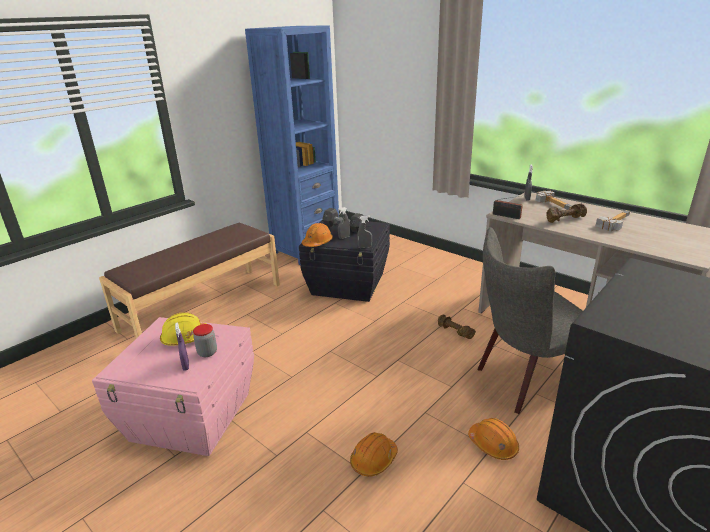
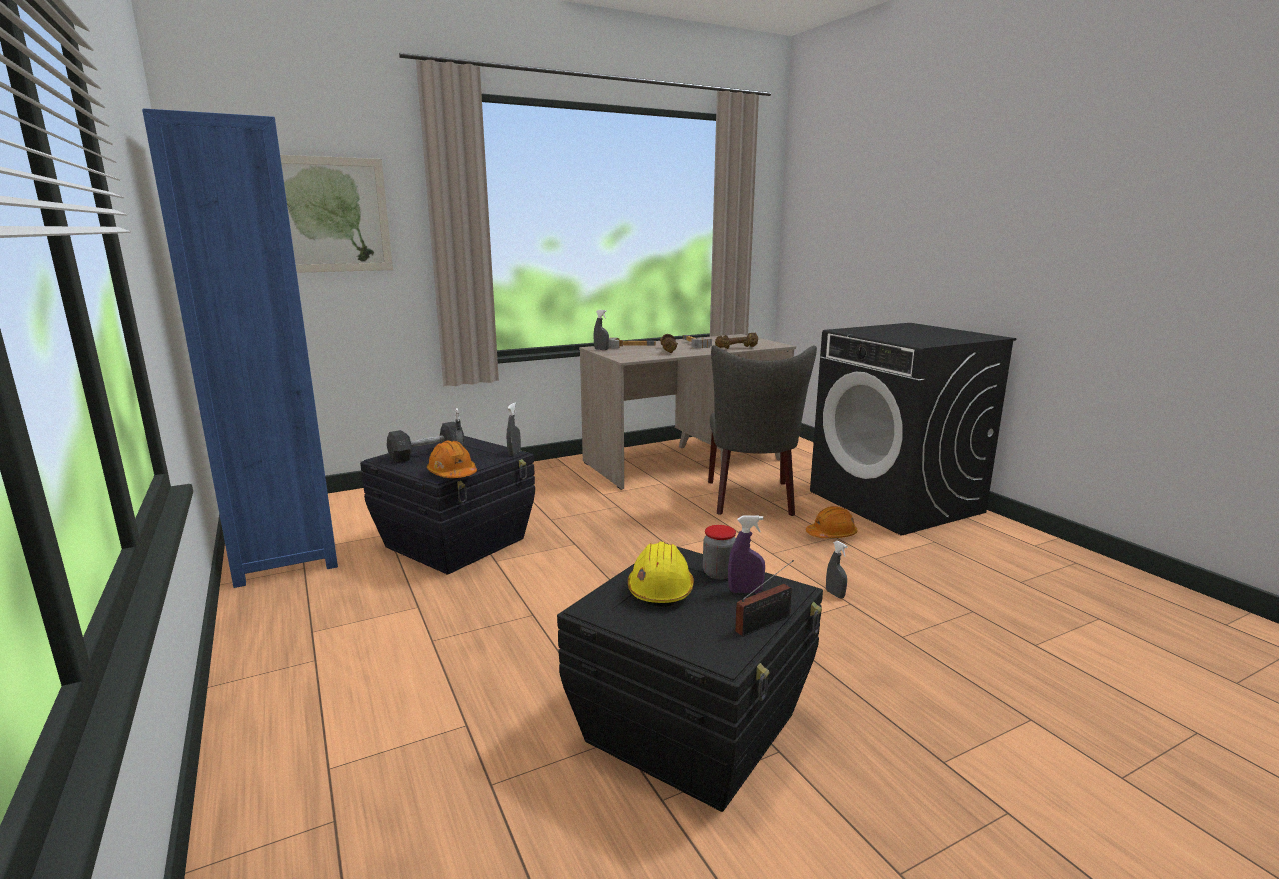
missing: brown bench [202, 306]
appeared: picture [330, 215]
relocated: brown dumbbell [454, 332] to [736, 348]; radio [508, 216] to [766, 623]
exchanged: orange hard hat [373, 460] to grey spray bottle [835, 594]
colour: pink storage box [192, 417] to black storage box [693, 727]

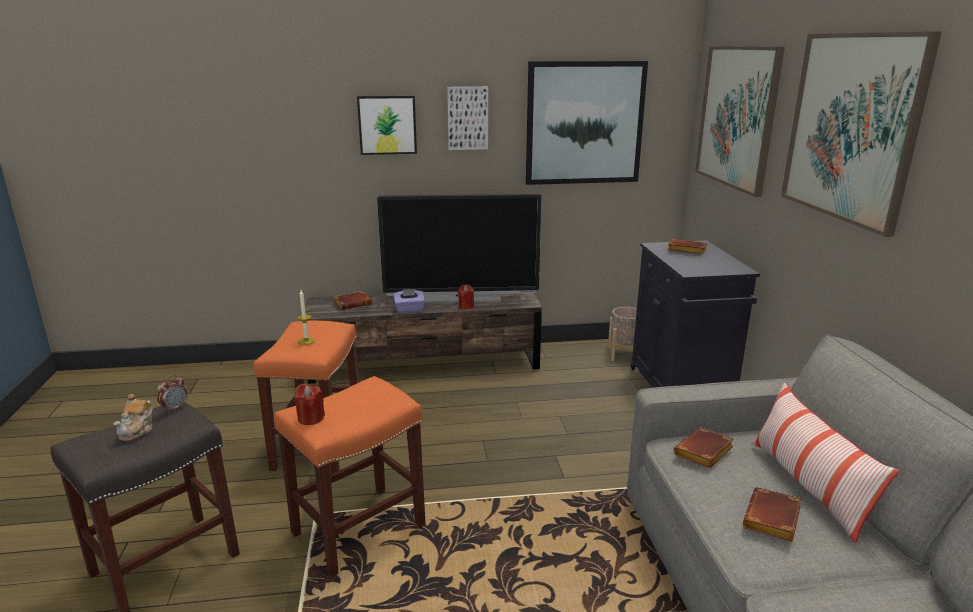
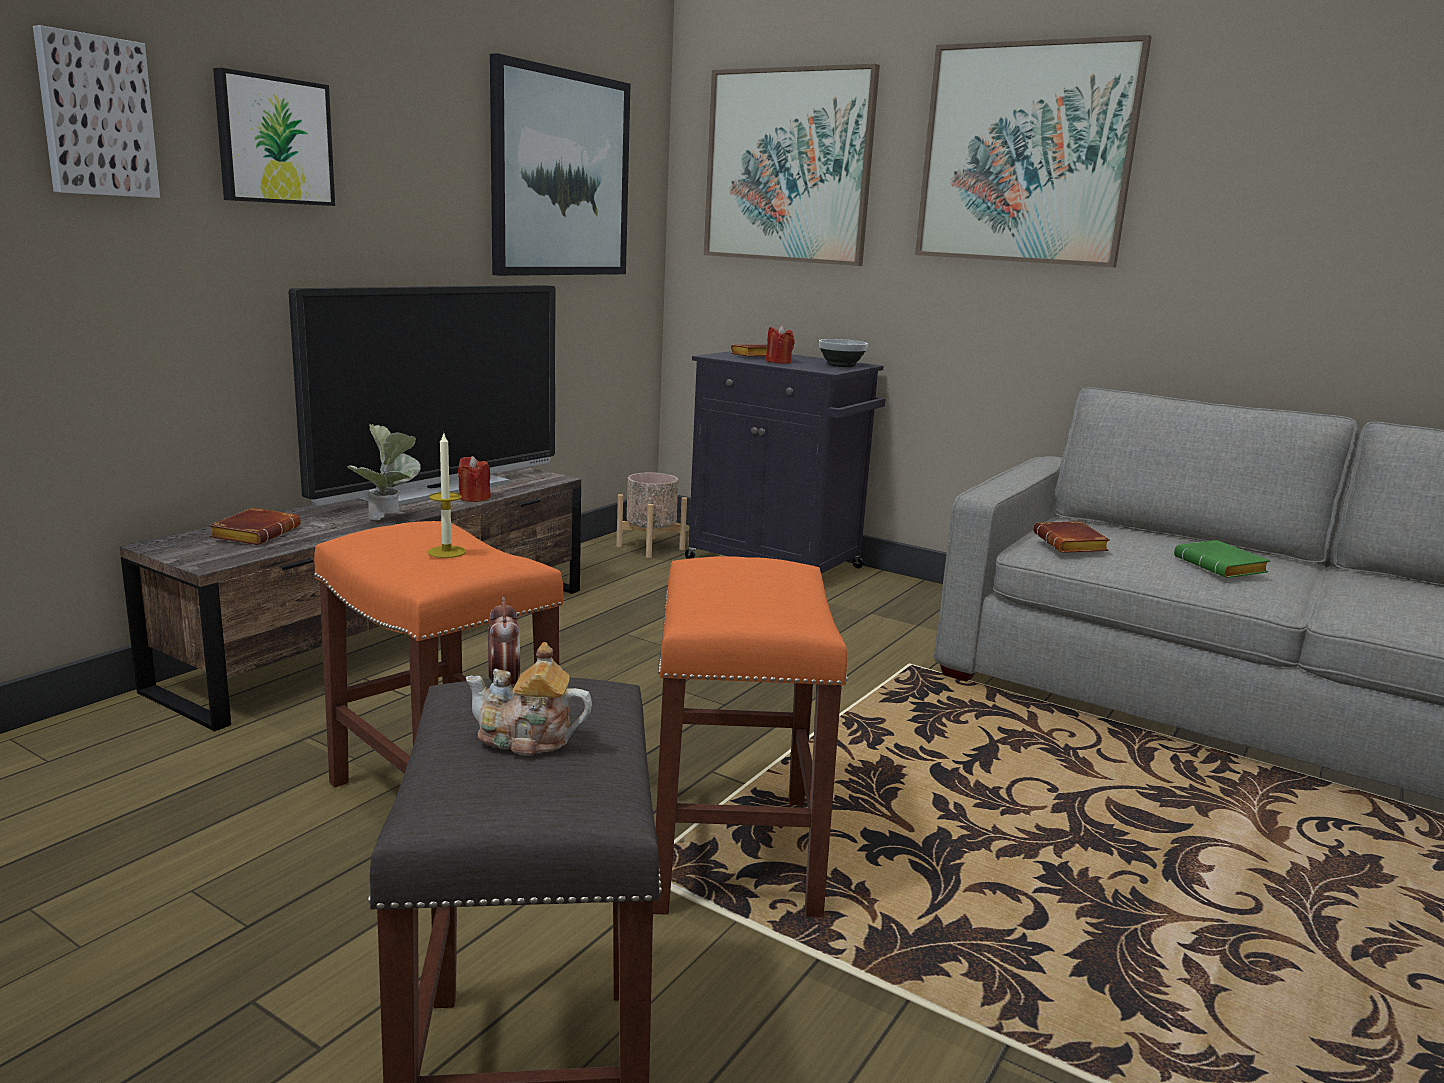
missing: pillow [808, 486]
appeared: bowl [841, 365]
relocated: red candle [310, 418] to [778, 362]; picture [467, 118] to [95, 116]
exchanged: purple tissue box [409, 310] to potted plant [390, 519]
colour: brown book [773, 520] to green book [1222, 567]
spun: teapot [138, 431] = [526, 739] 135 degrees clockwise

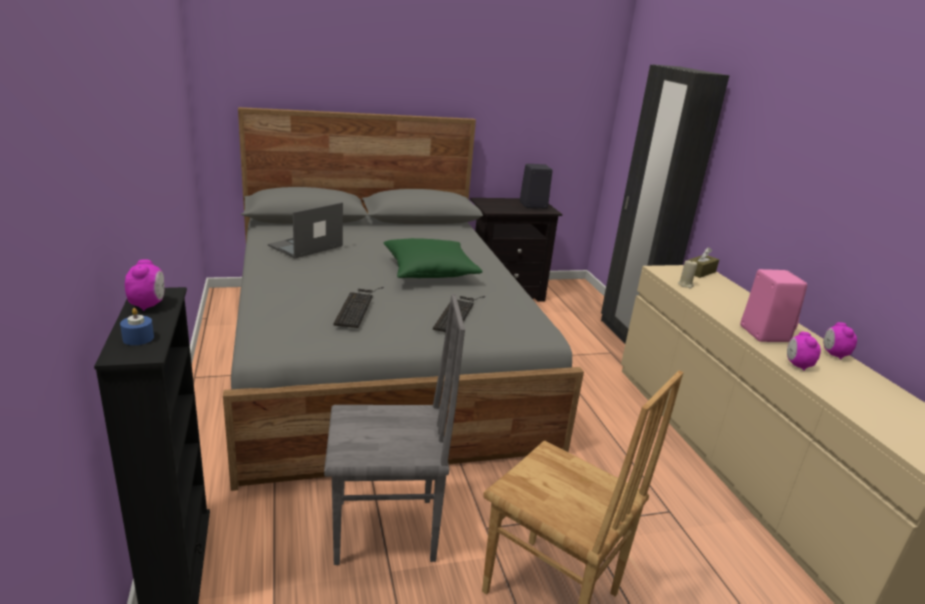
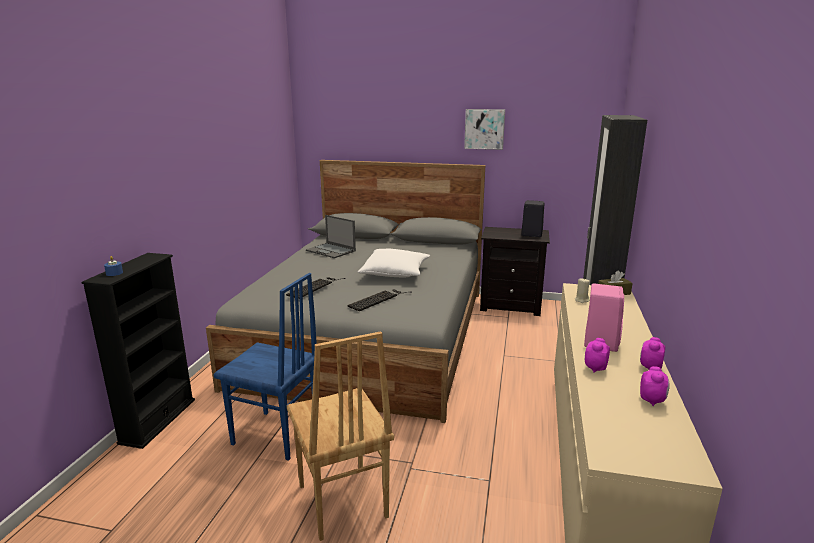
appeared: picture [484, 129]
relocated: alarm clock [148, 305] to [652, 400]
colour: grey chair [386, 532] to blue chair [276, 436]; green pillow [429, 271] to white pillow [395, 273]
spun: laptop [305, 246] = [331, 251] 120 degrees counterclockwise

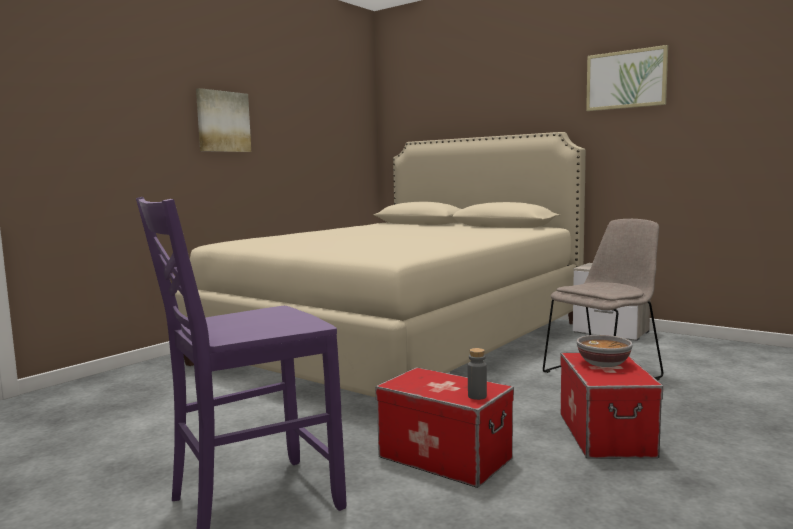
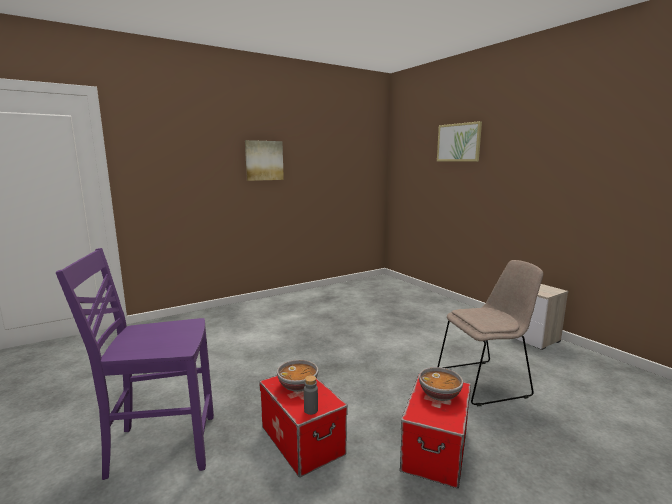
missing: beige bed [400, 342]
appeared: bowl [298, 386]
relocated: picture [626, 79] to [458, 142]

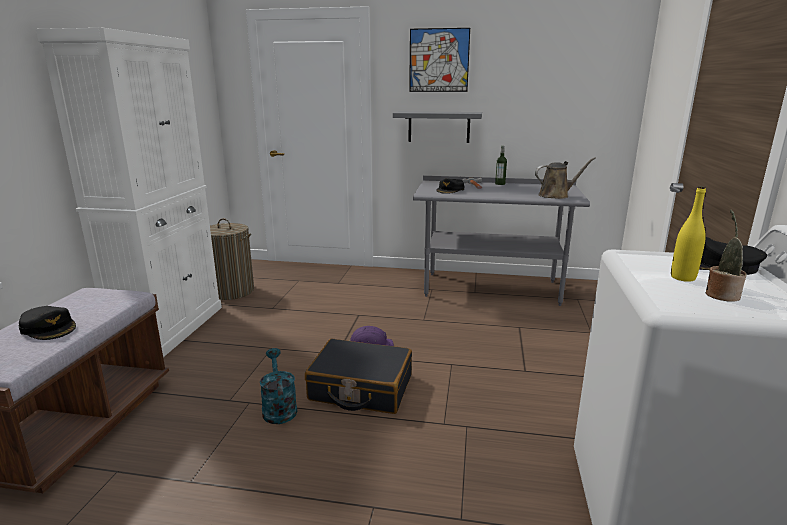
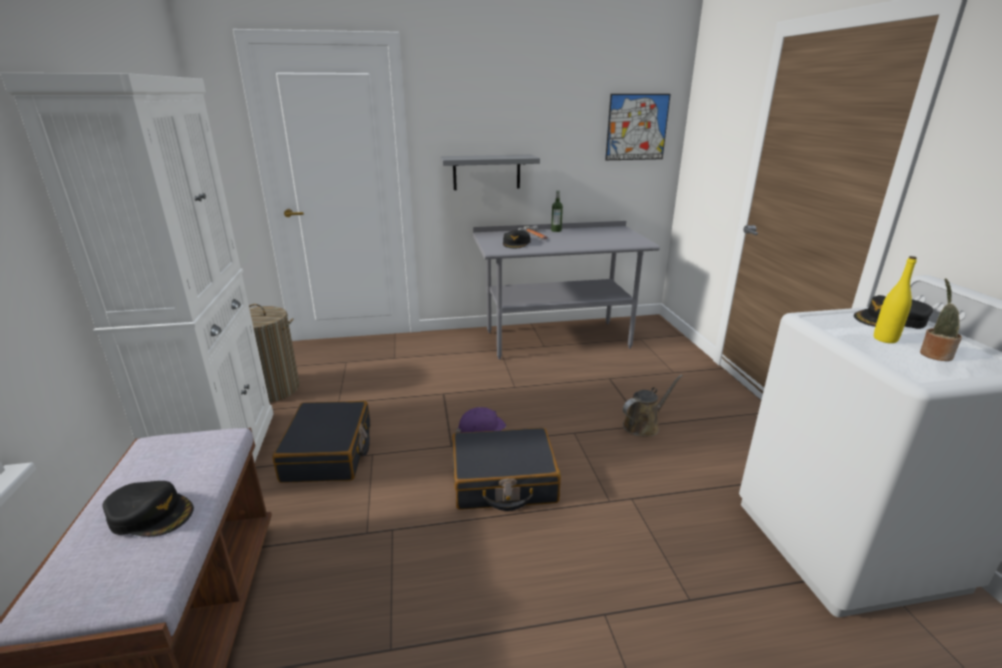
missing: turquoise watering can [278, 408]
appeared: black suitcase [329, 453]
relocated: picture [439, 60] to [637, 127]; brown watering can [556, 195] to [644, 425]

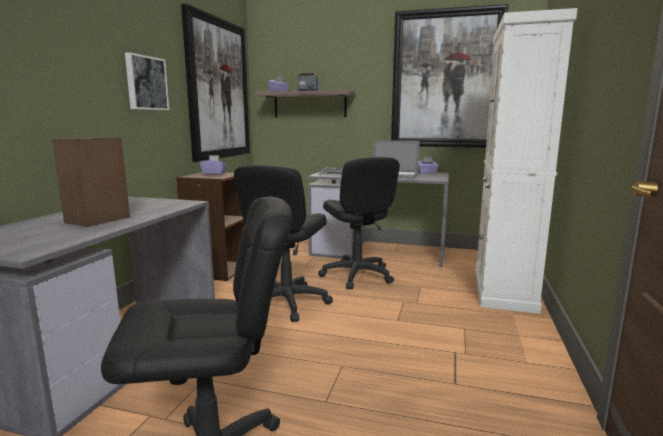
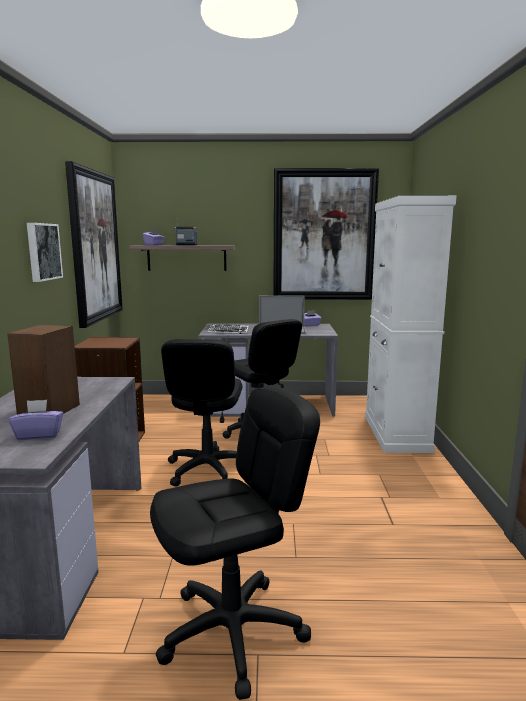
relocated: purple tissue box [214, 174] to [39, 434]

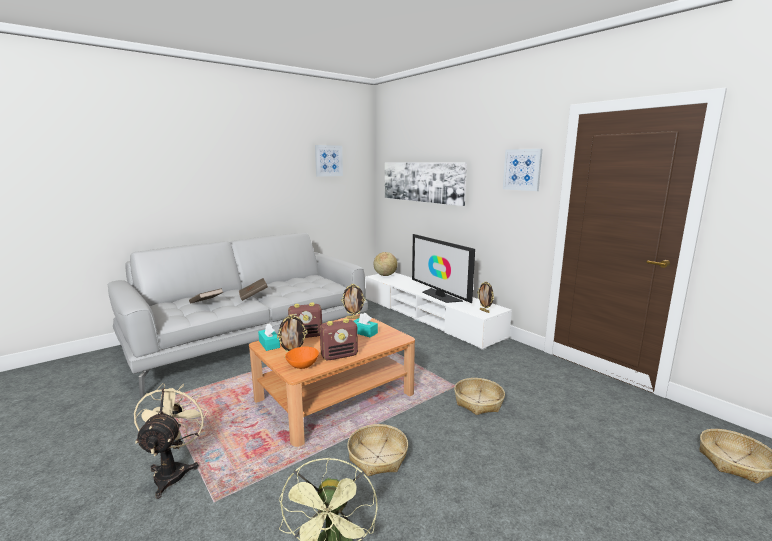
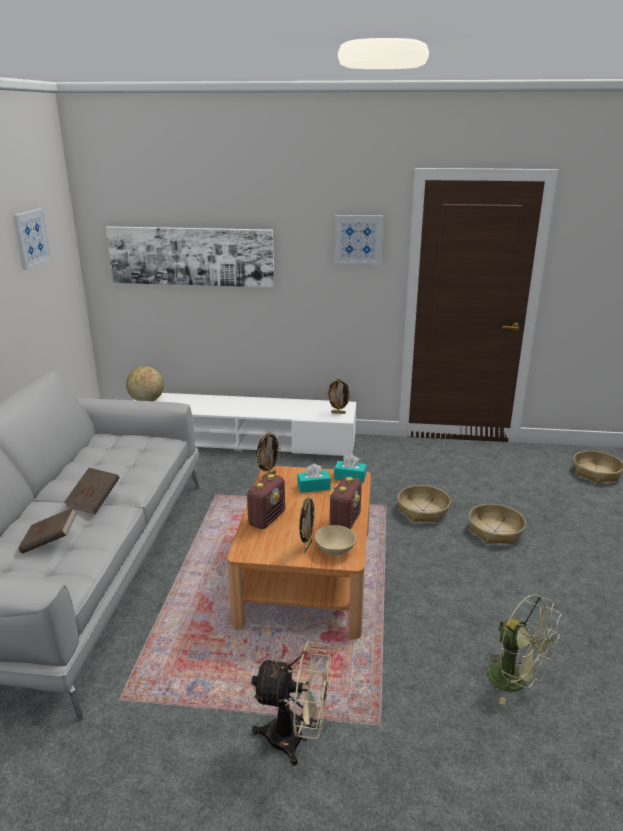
missing: television [440, 296]
relocated: turquoise tissue box [269, 344] to [350, 477]; basket [378, 457] to [495, 531]
colour: orange bowl [303, 365] to beige bowl [335, 549]
spun: beige fan [173, 471] = [295, 739] 150 degrees clockwise

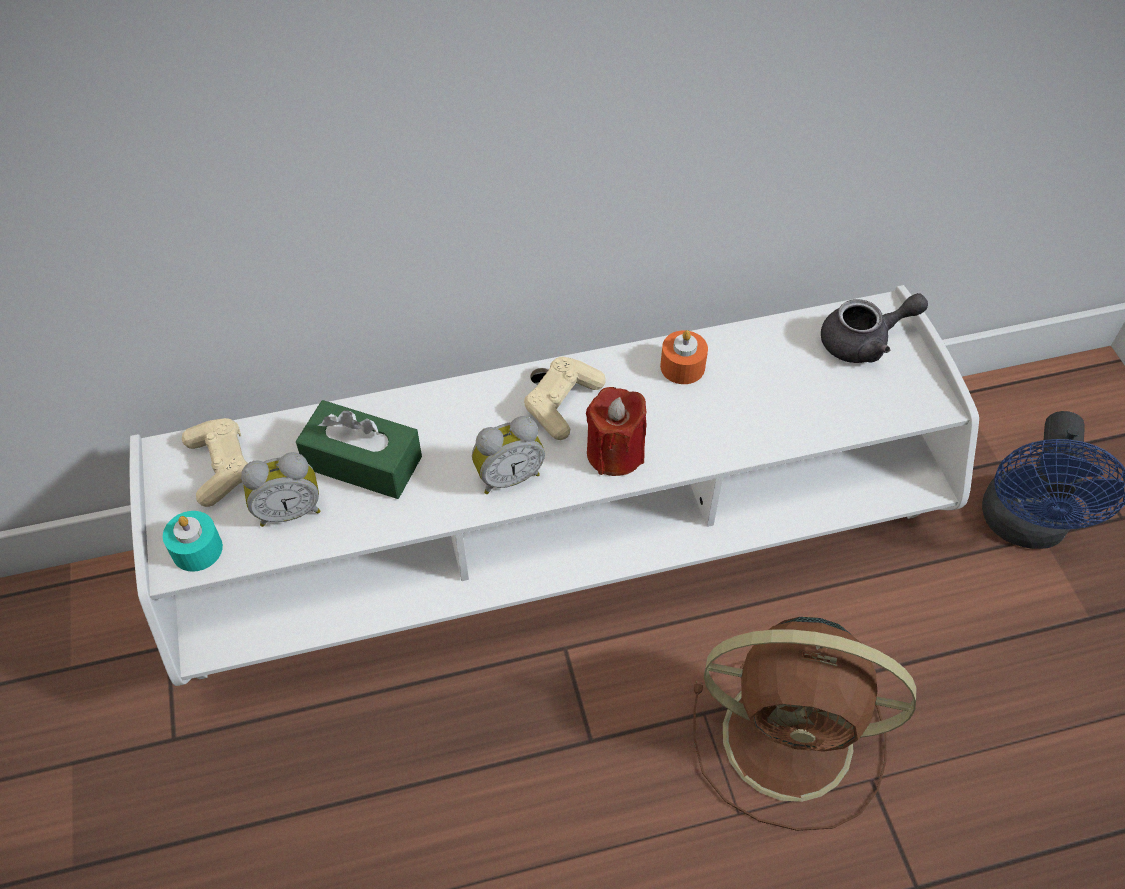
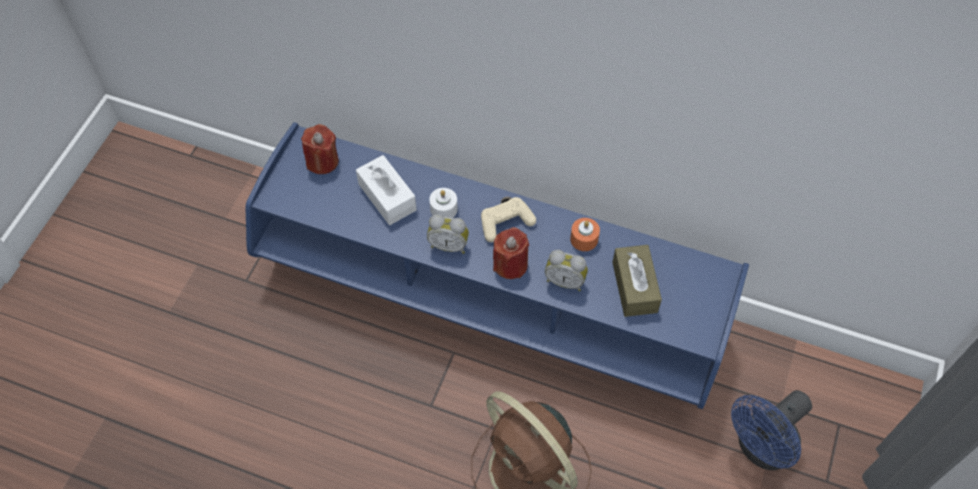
missing: turquoise candle [197, 549]; grey teapot [864, 342]
appeared: white candle [443, 209]; brown tissue box [634, 287]
relocated: alarm clock [289, 510] to [565, 280]
exchanged: beige game controller [220, 467] to red candle [322, 161]
colour: white tv stand [563, 556] to blue tv stand [490, 305]; green tissue box [363, 462] to white tissue box [387, 197]

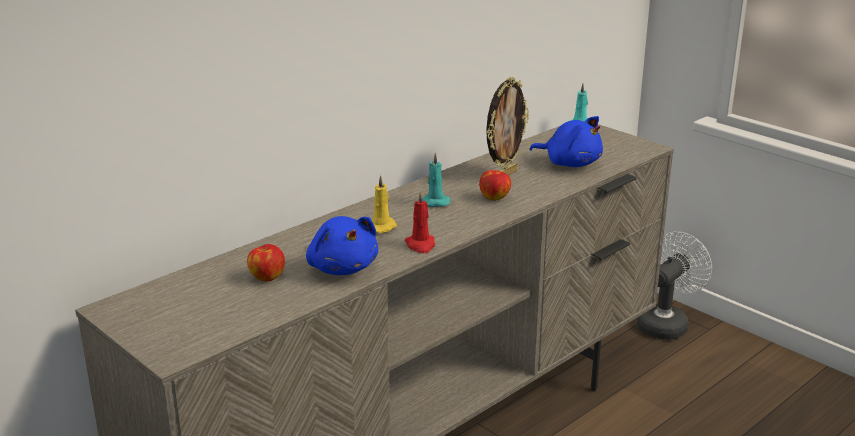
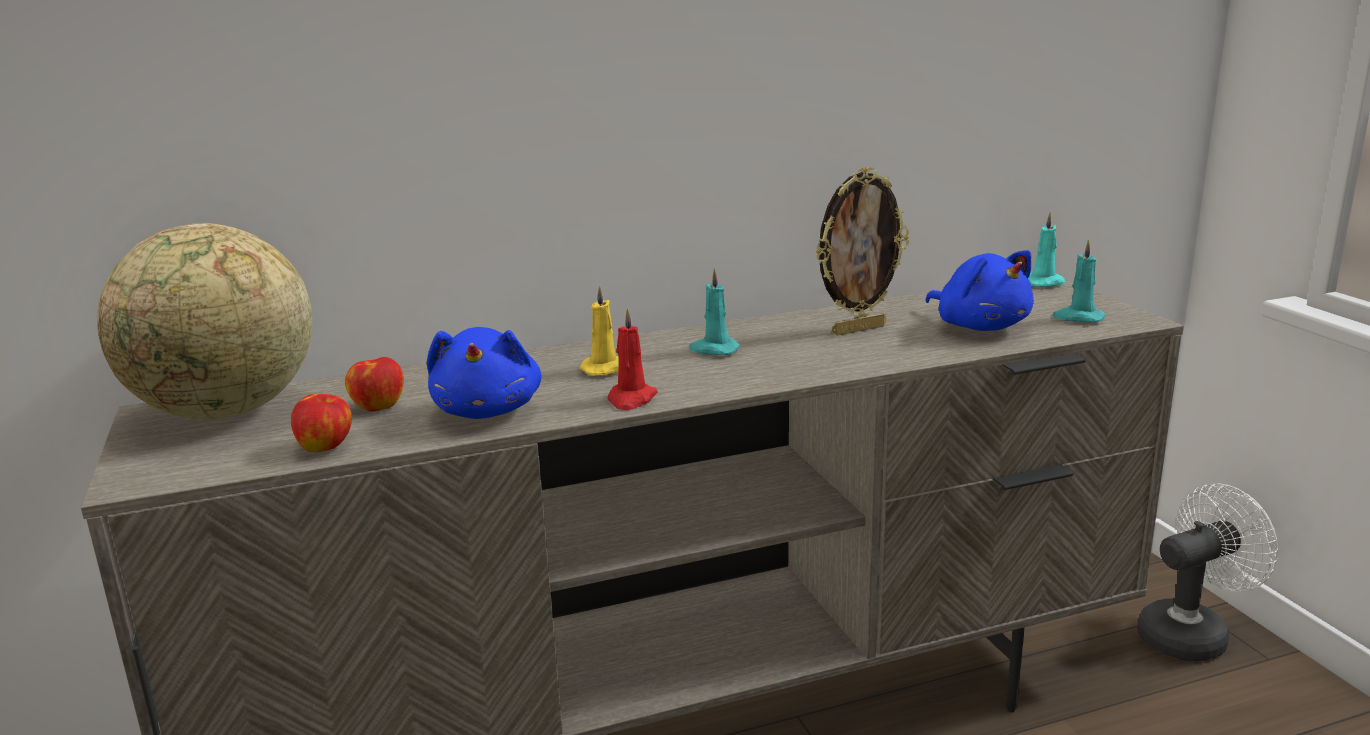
appeared: globe [226, 412]; turquoise candle [1078, 318]
relocated: apple [494, 198] to [326, 447]

